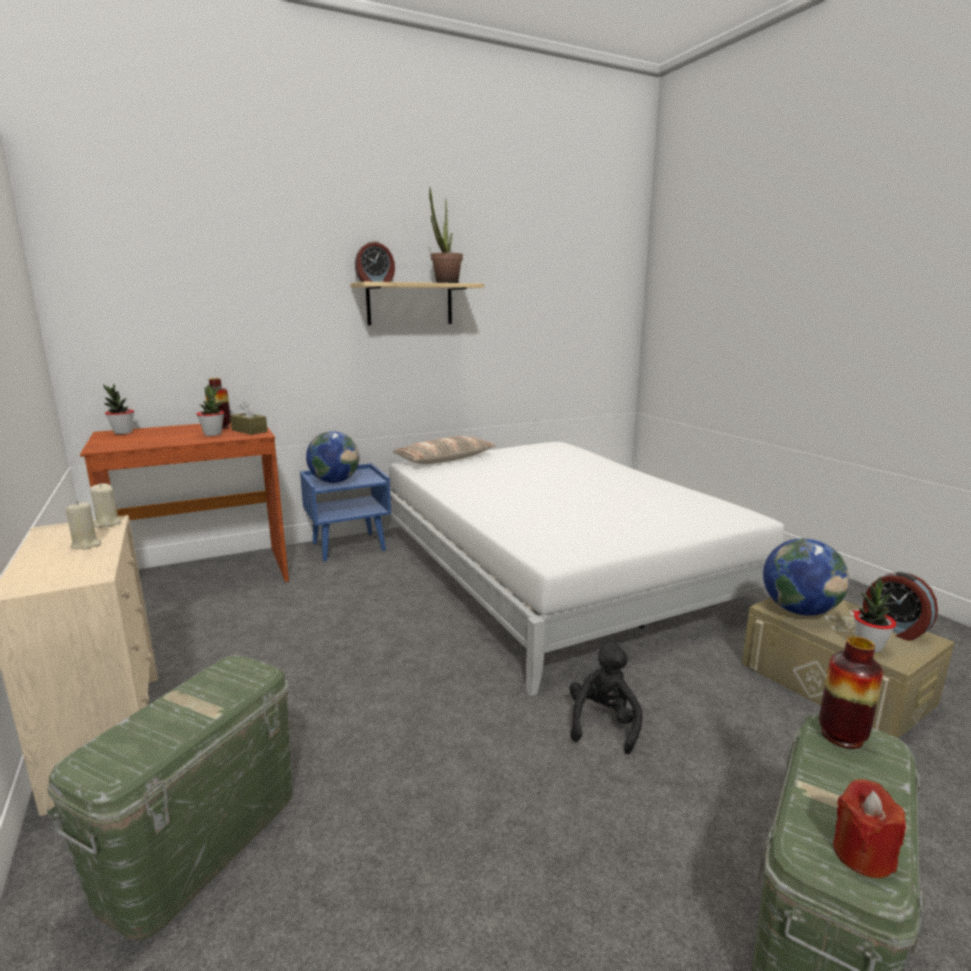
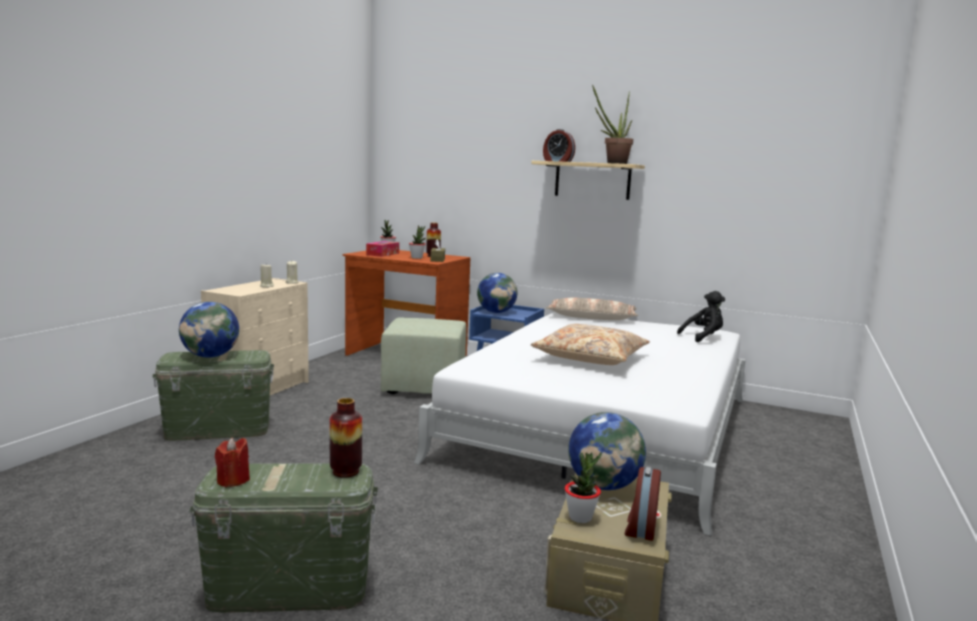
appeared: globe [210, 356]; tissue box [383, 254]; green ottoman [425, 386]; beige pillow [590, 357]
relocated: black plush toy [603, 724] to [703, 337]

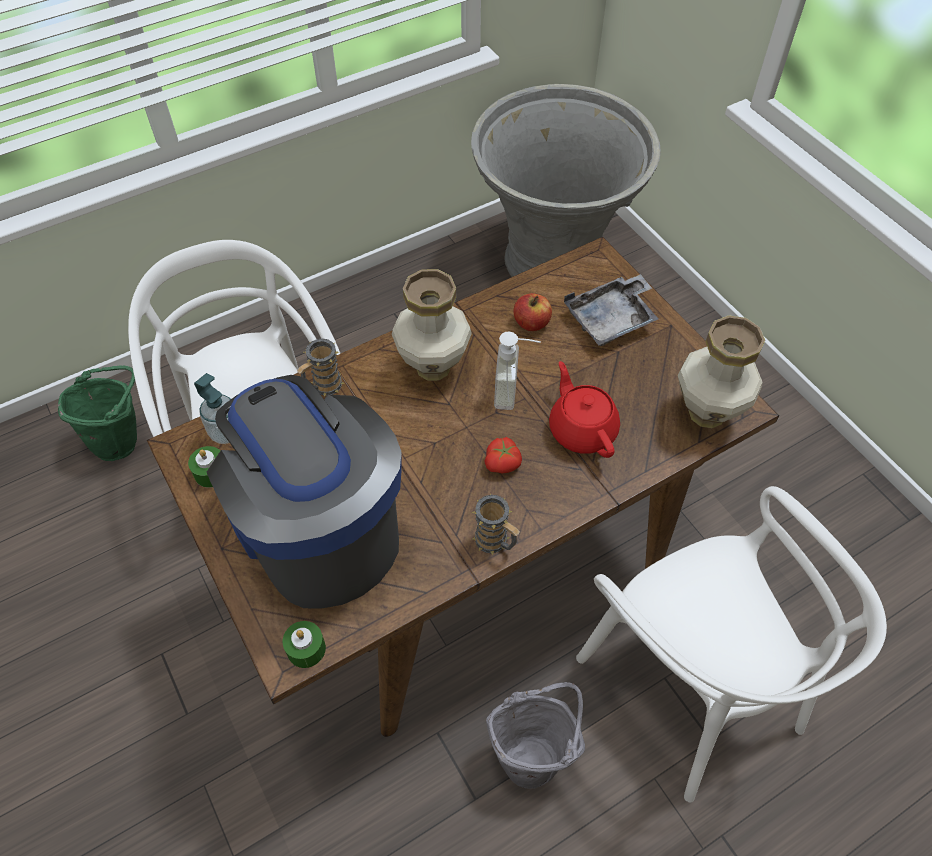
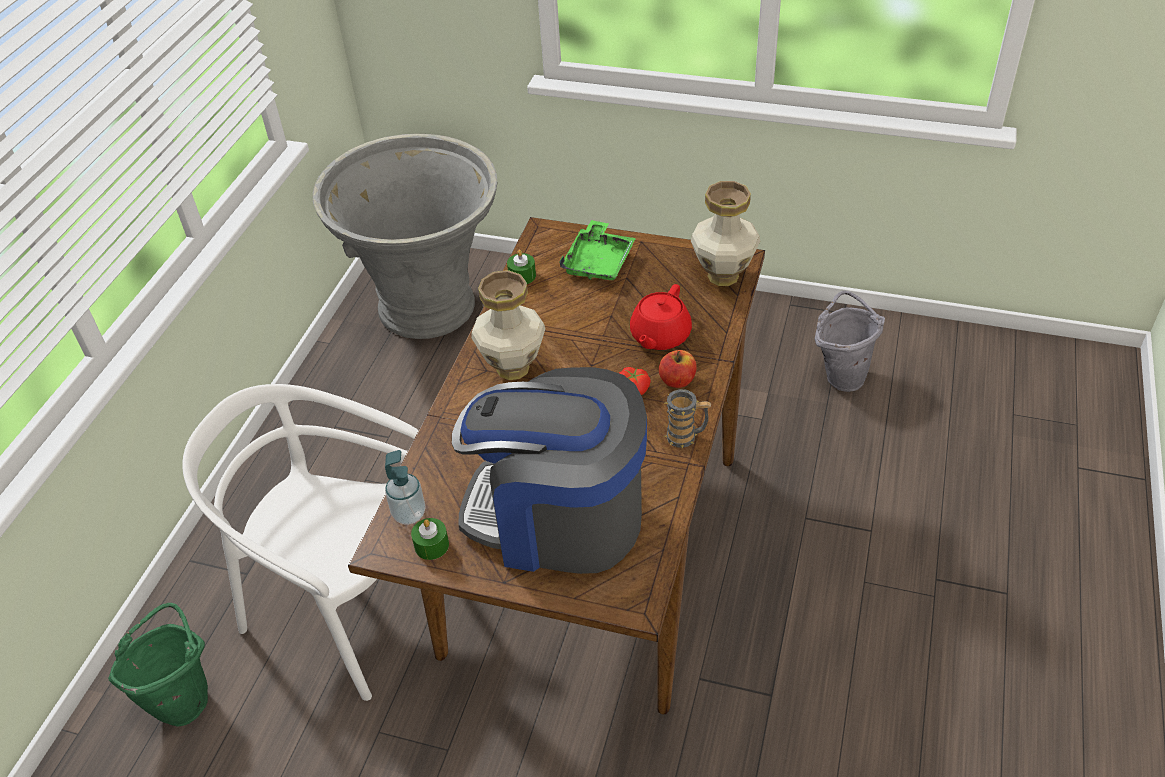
missing: mug [323, 387]; soap dispenser [515, 392]; white chair [691, 686]
relocated: green candle [306, 649] to [522, 276]; grey bucket [533, 754] to [841, 374]; apple [531, 323] to [677, 380]
colour: grey tray [611, 319] to green tray [599, 262]
spun: red teapot [582, 429] = [659, 336] 90 degrees counterclockwise

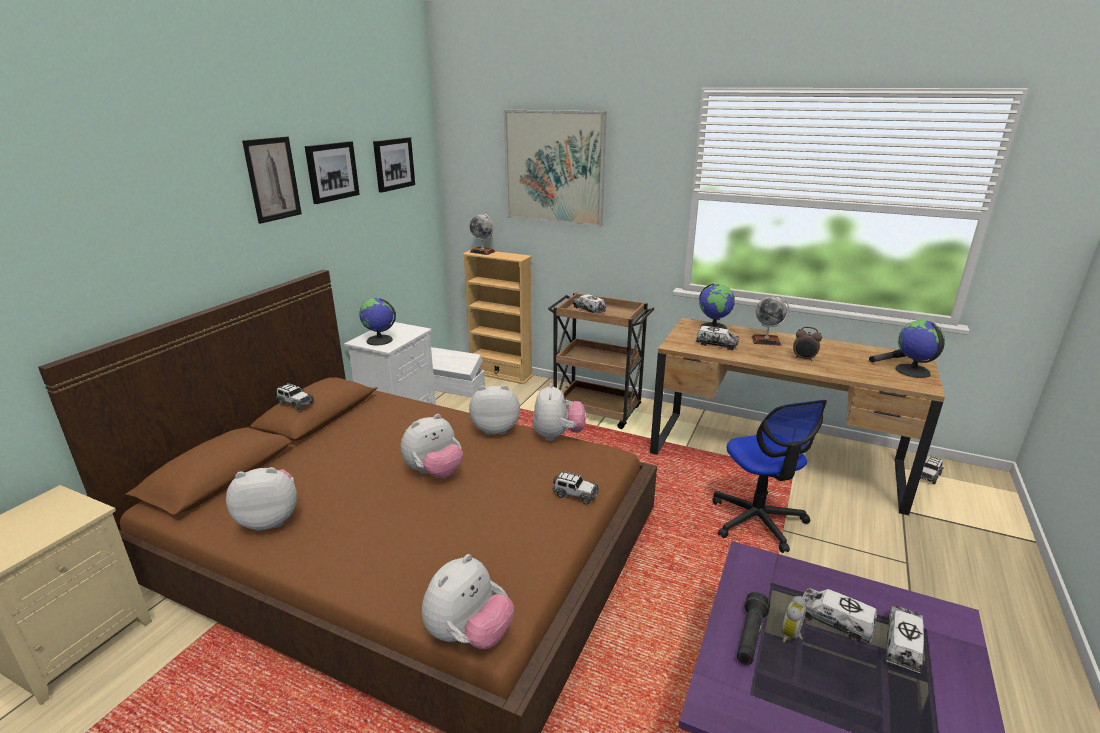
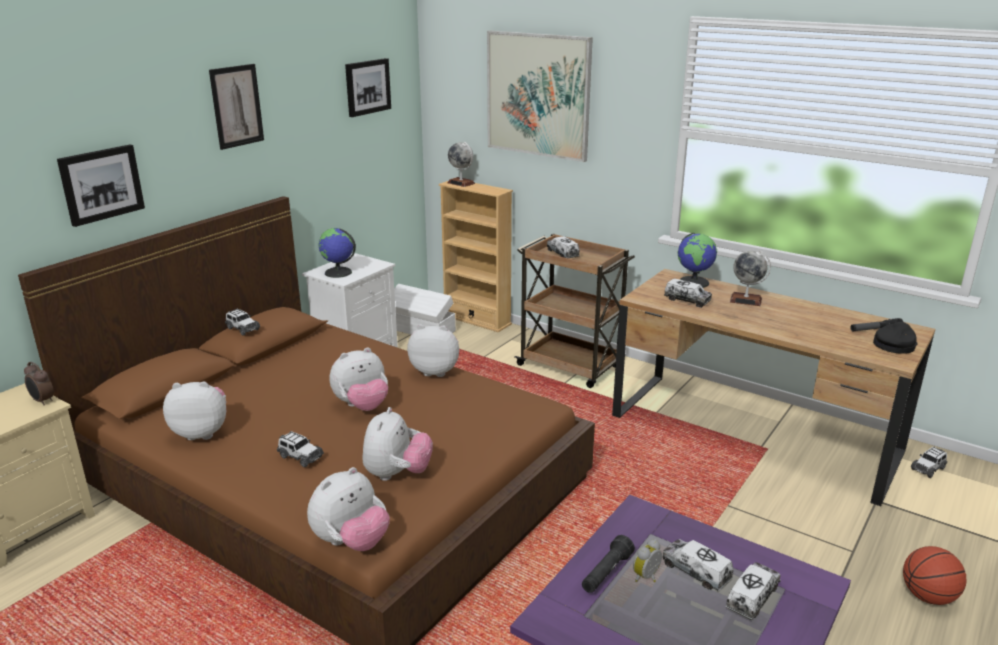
missing: office chair [757, 521]
appeared: basketball [928, 596]
relocated: picture [331, 171] to [101, 184]; plush toy [558, 436] to [397, 474]; toy car [575, 494] to [300, 457]; alarm clock [804, 359] to [42, 401]
exchanged: globe [912, 371] to black cap [894, 344]

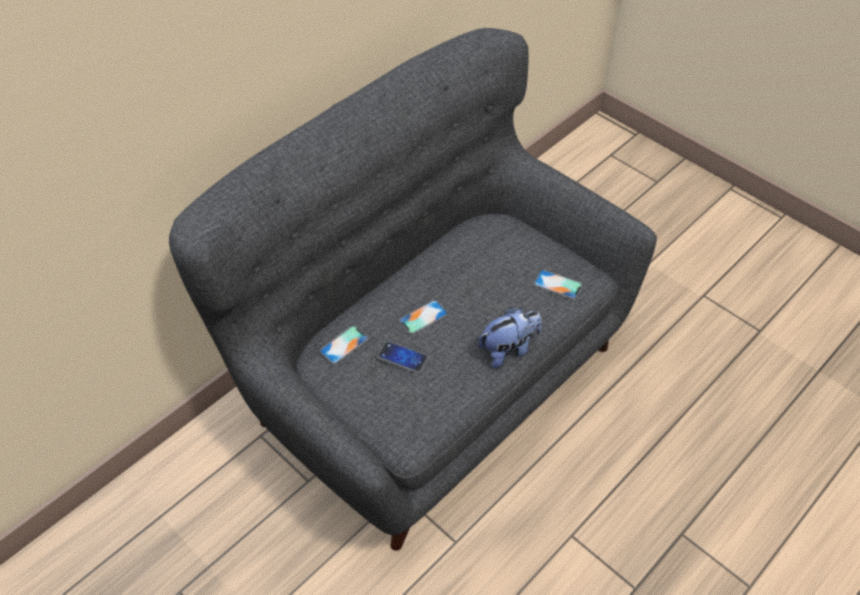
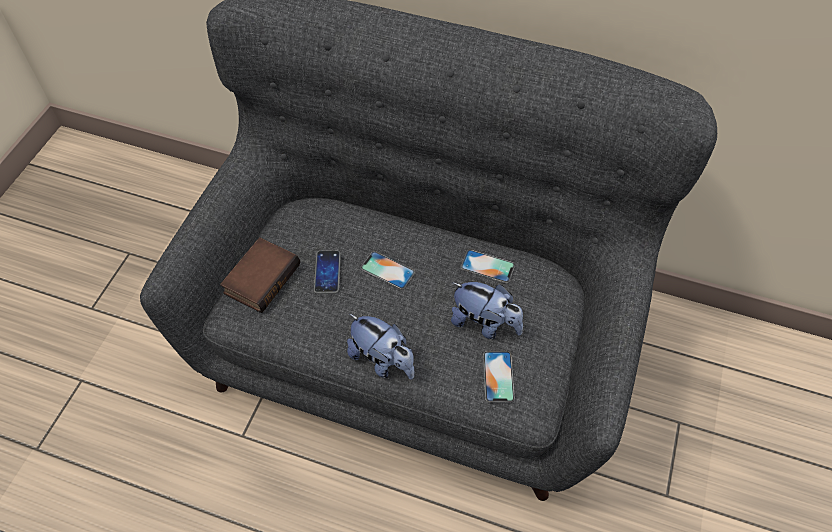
appeared: book [261, 277]; plush toy [484, 323]
relocated: phone [344, 345] to [487, 266]

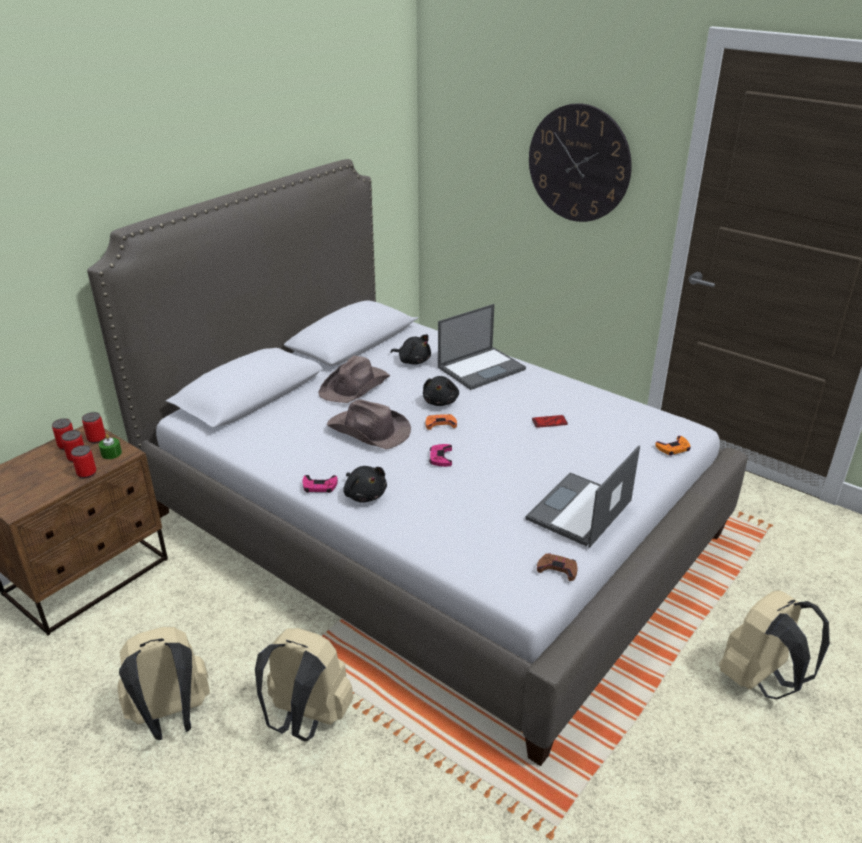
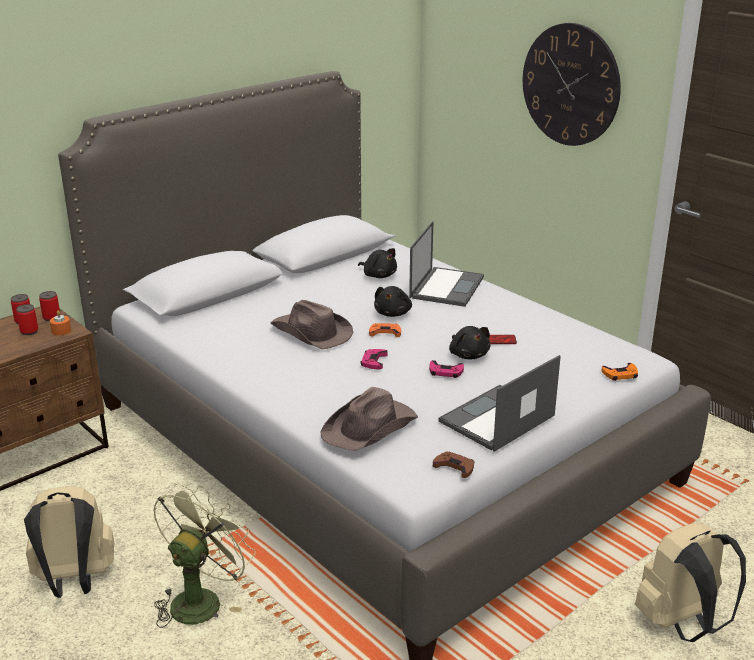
missing: can [87, 473]
relocated: pink game controller [319, 486] to [445, 372]; brown hat [355, 386] to [370, 427]; black plush toy [364, 495] to [468, 355]
exchanged: beige backpack [306, 719] to green fan [201, 599]
colour: green candle [111, 453] to orange candle [61, 330]
spun: laptop [482, 368] = [447, 287] 45 degrees counterclockwise

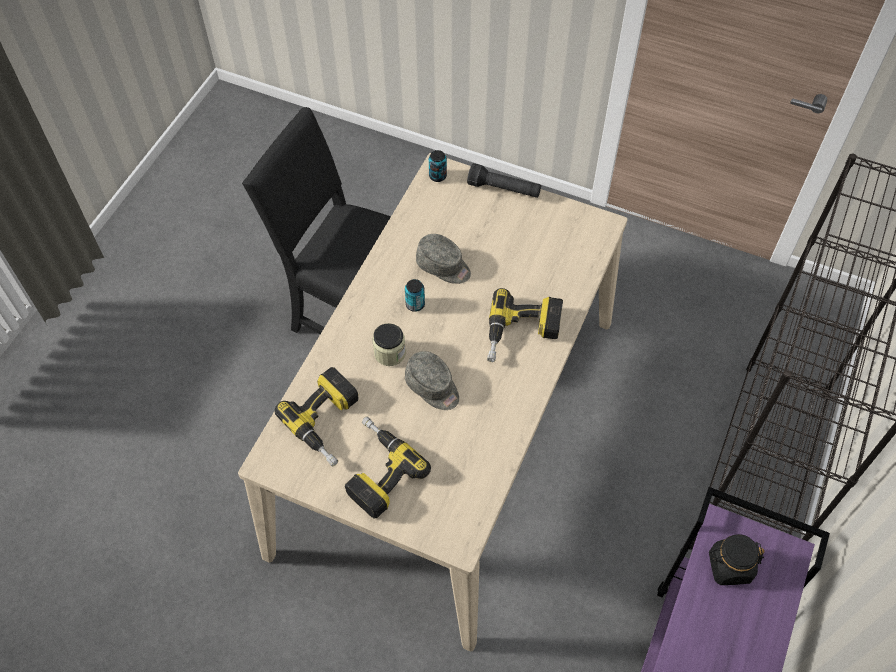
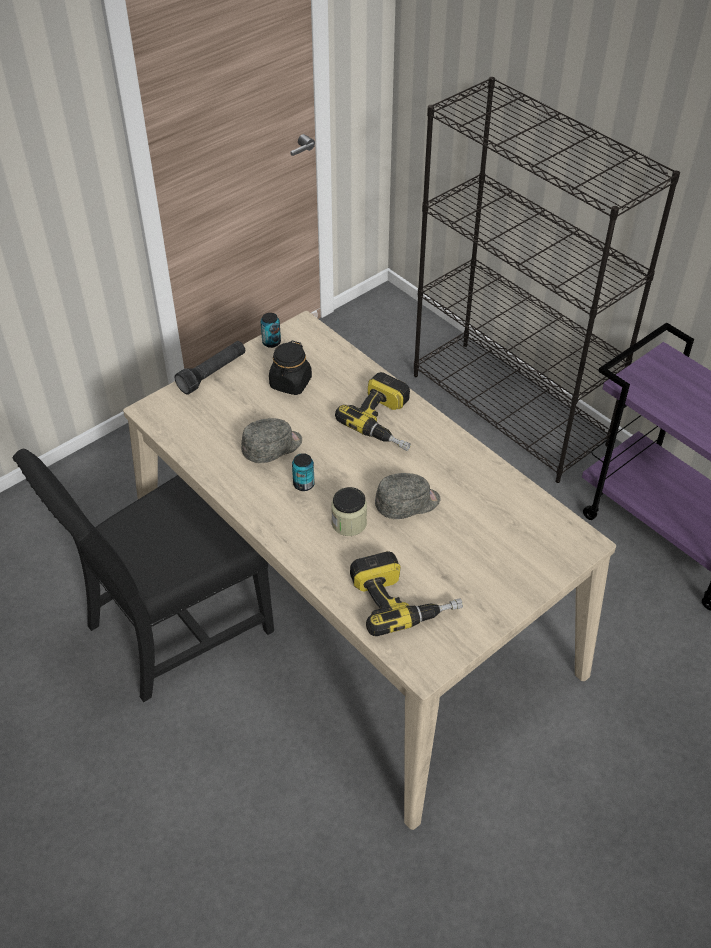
missing: power drill [376, 470]
relocated: can [437, 176] to [271, 342]; black jar [729, 566] to [290, 383]

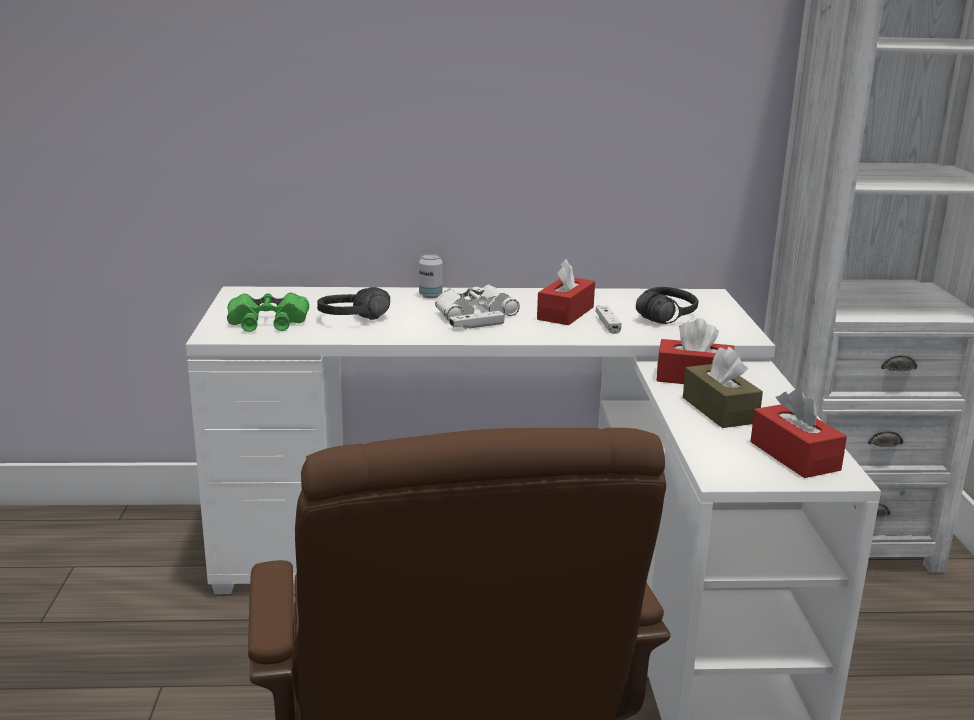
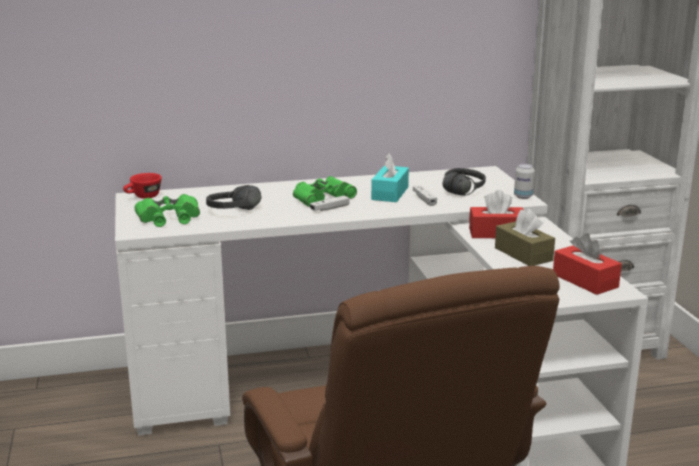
appeared: red cup [143, 197]
relocated: can [430, 295] to [523, 196]
colour: white binoculars [474, 312] to green binoculars [322, 198]; red tissue box [565, 313] to turquoise tissue box [390, 193]

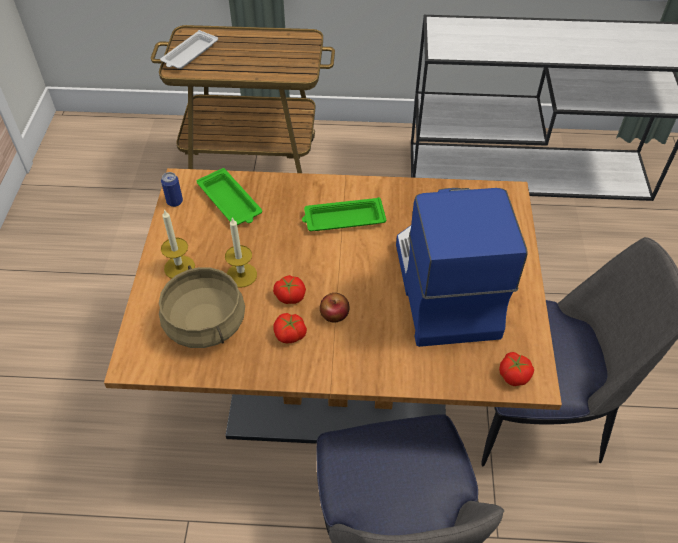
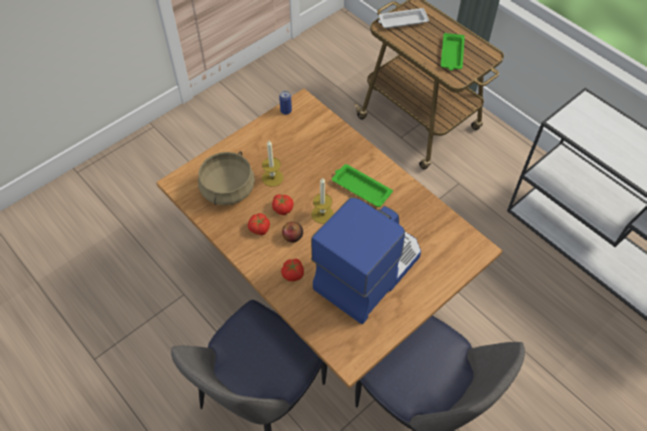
relocated: candle [179, 267] to [322, 214]; green tray [230, 202] to [452, 55]; tomato [514, 375] to [293, 274]

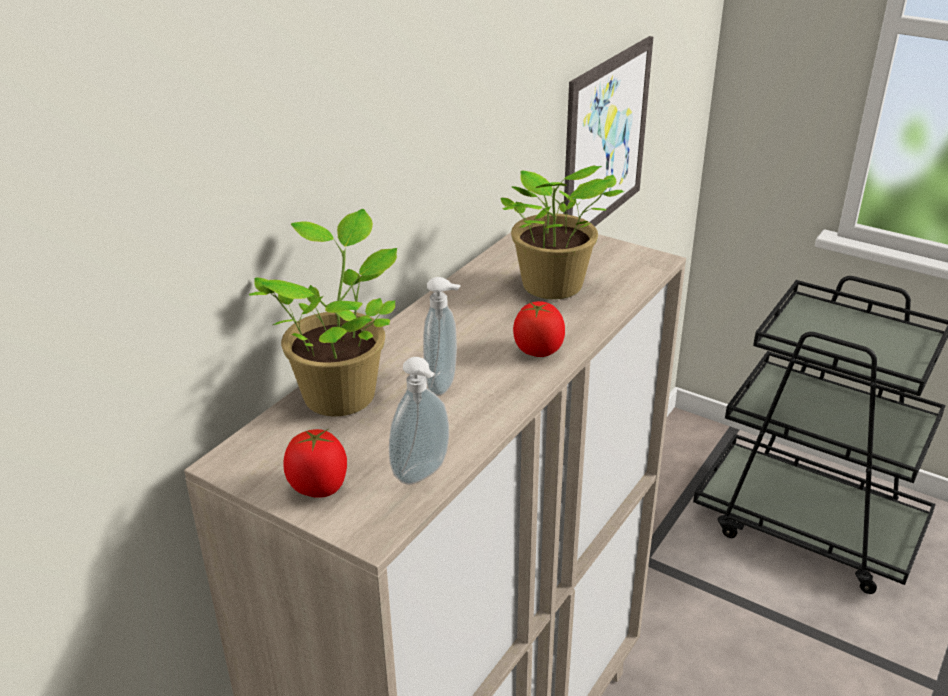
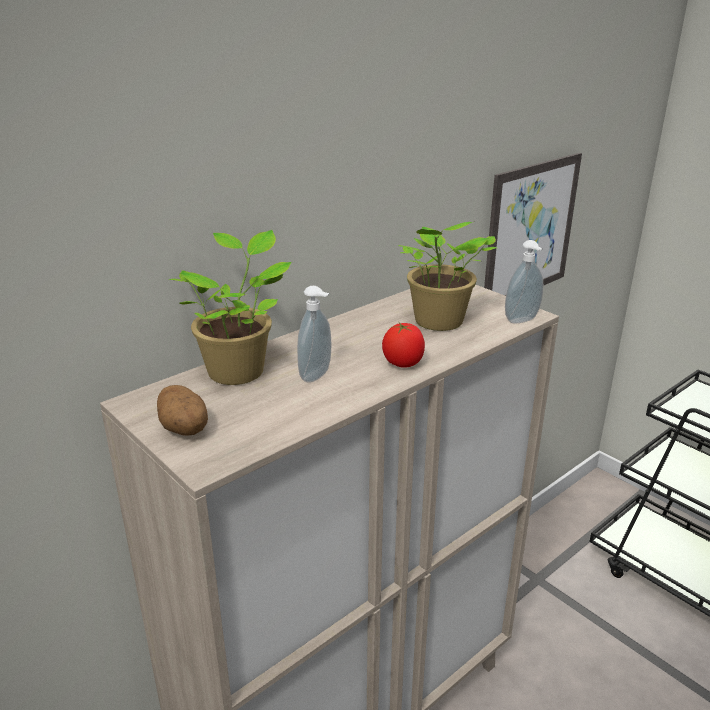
relocated: soap dispenser [423, 474] to [523, 320]
exchanged: tomato [319, 487] to potato [185, 429]

